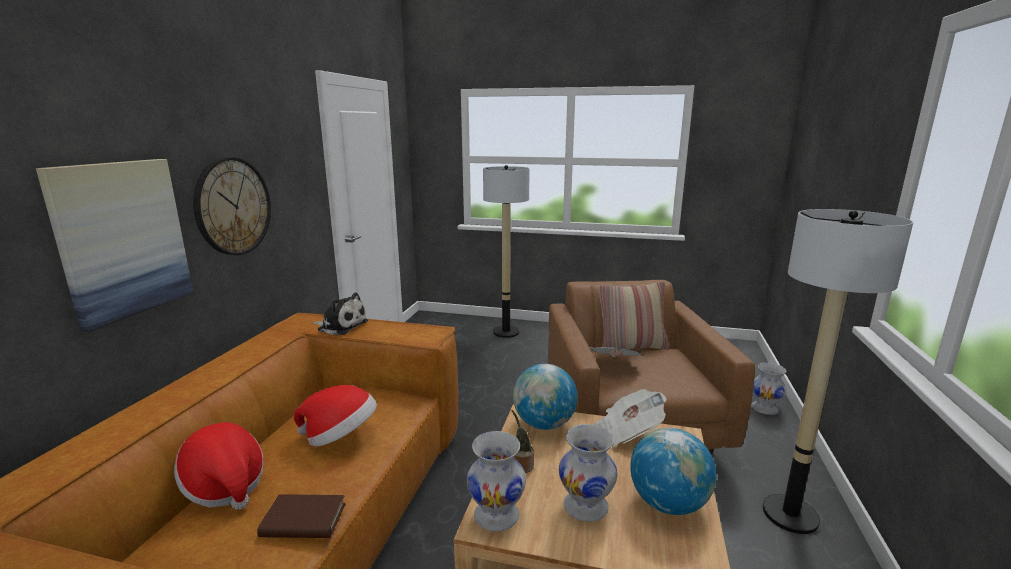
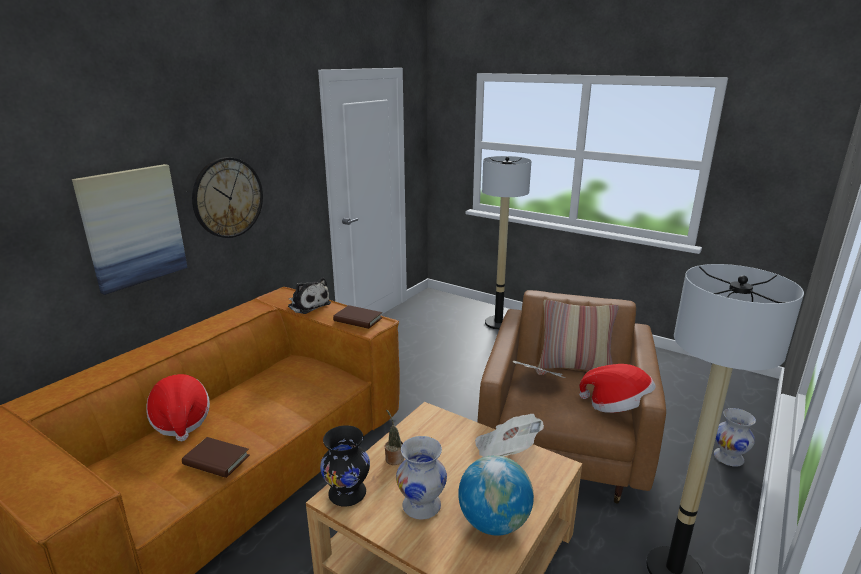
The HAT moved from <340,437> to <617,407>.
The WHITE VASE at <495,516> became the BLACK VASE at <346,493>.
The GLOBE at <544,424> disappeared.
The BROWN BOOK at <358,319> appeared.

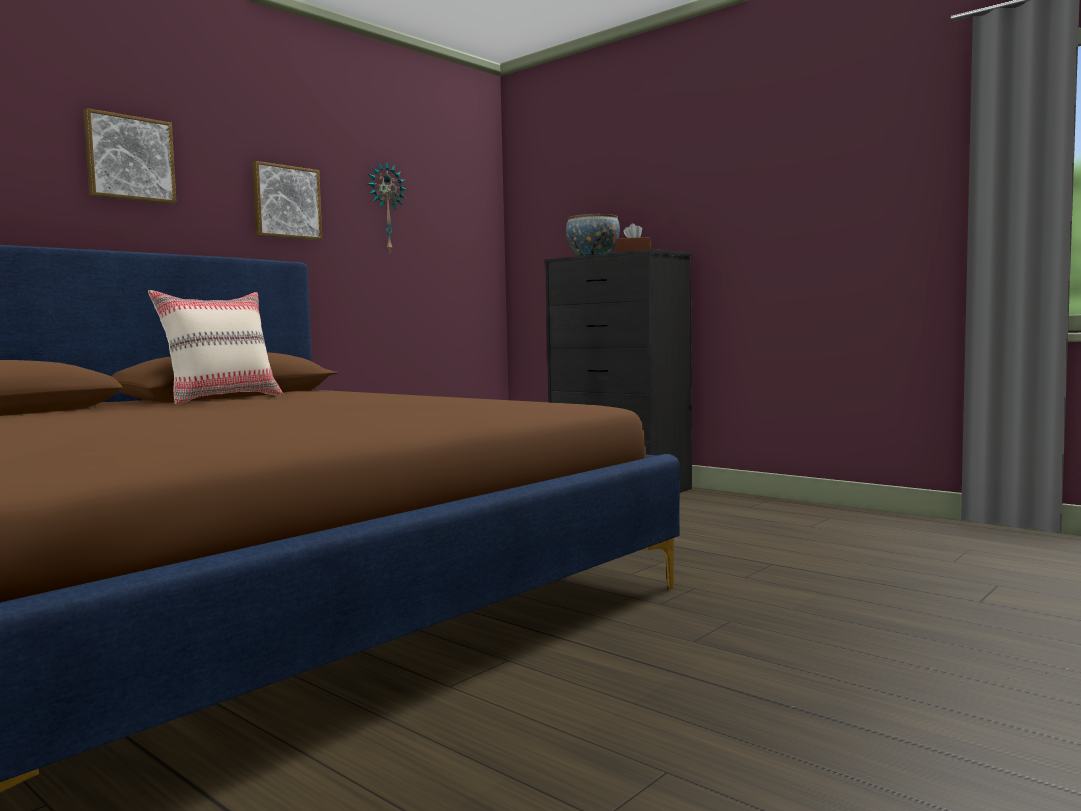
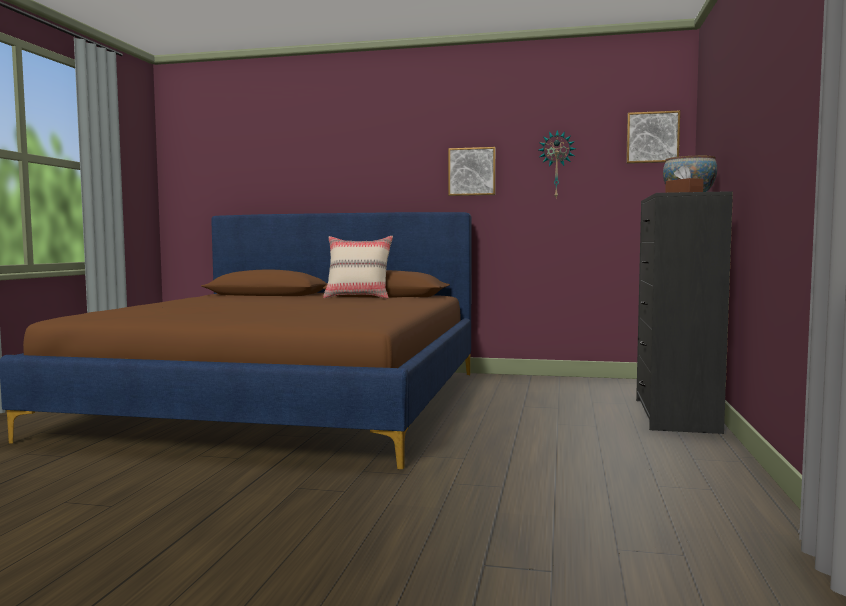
The PICTURE moved from <129,159> to <652,137>.

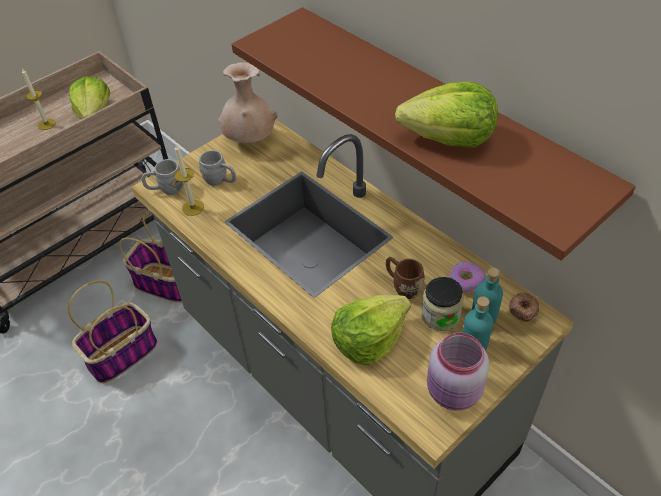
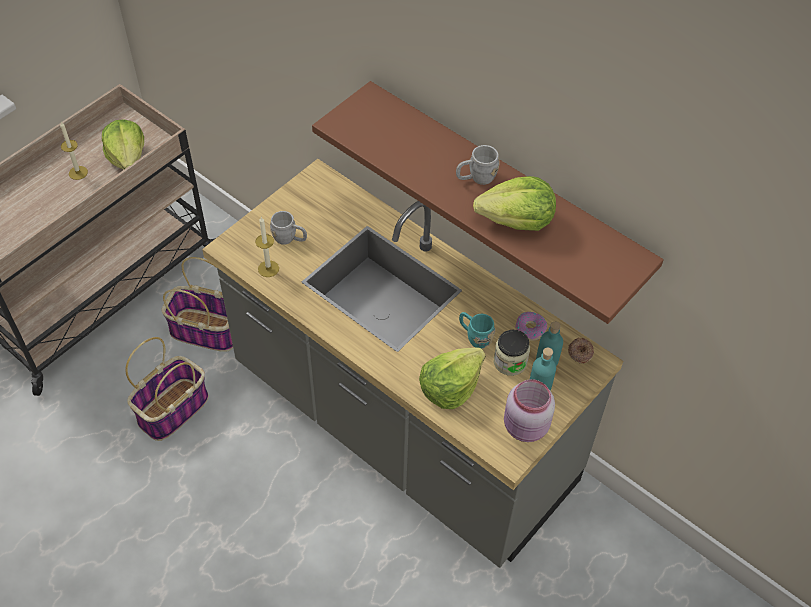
The GREY MUG moved from <166,189> to <476,178>.
The BEIGE VASE at <250,140> disappeared.
The BROWN MUG at <402,286> became the TURQUOISE MUG at <474,336>.

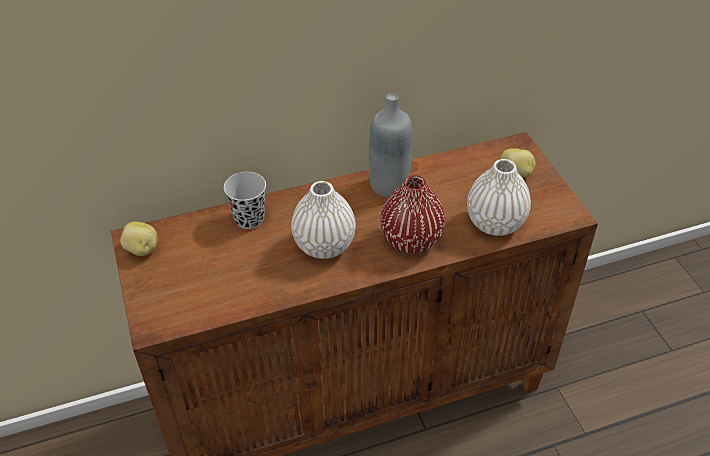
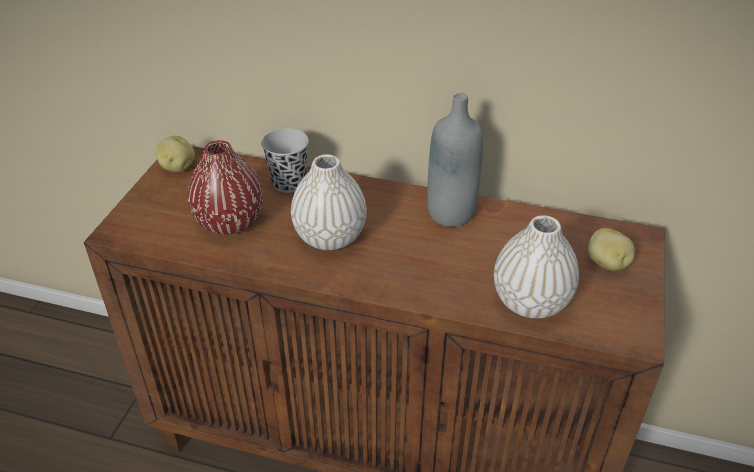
The RED VASE moved from <411,240> to <230,222>.

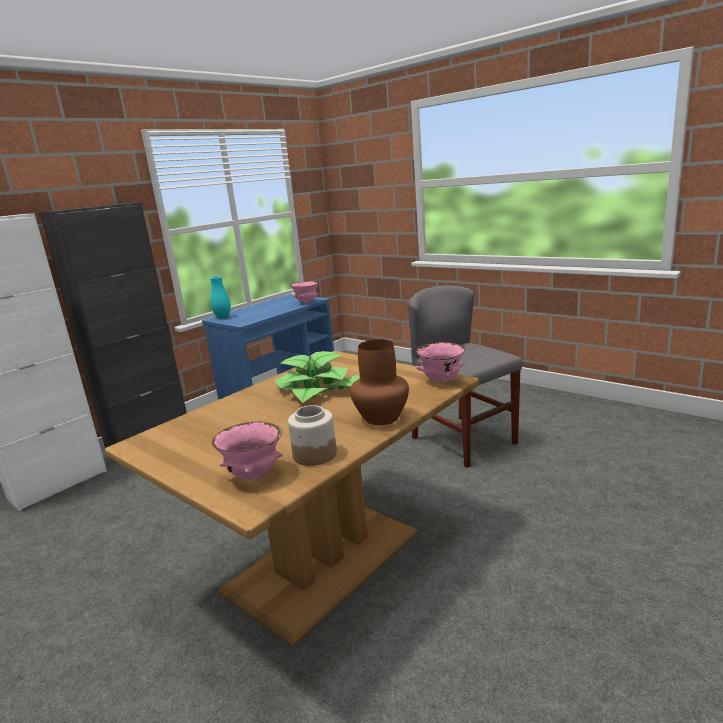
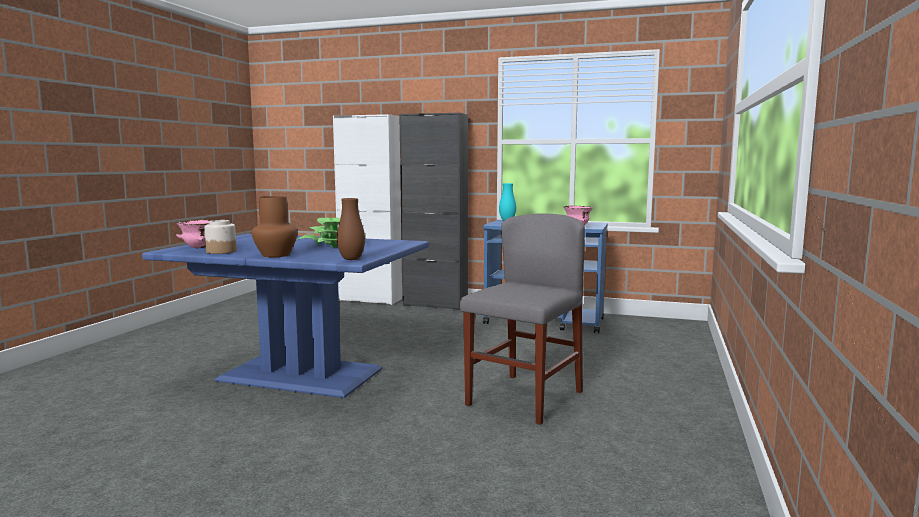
The BROWN DINING TABLE at <325,561> became the BLUE DINING TABLE at <300,375>.
The PINK BOWL at <441,381> was replaced by the BROWN VASE at <351,259>.

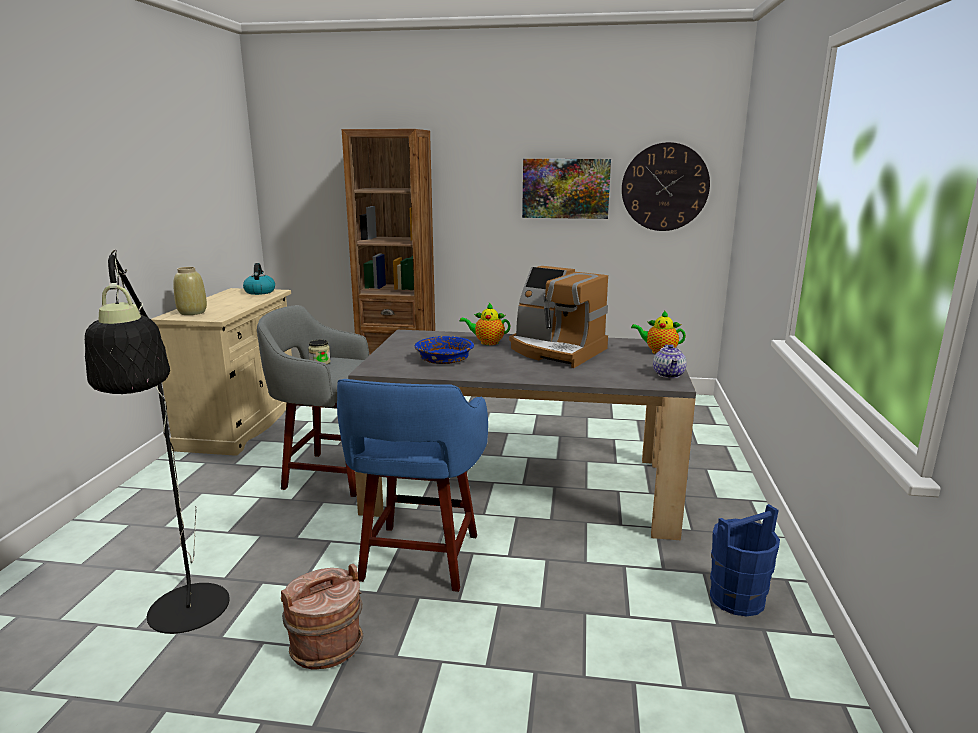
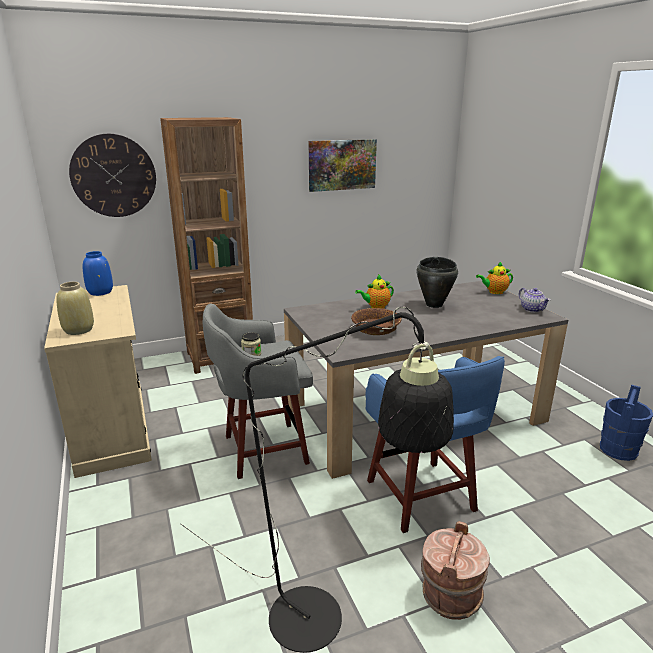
The KETTLE at <259,292> was replaced by the BLUE VASE at <100,292>.
The BLUE BOWL at <444,359> became the BROWN BOWL at <375,330>.
The COFFEE MACHINE at <556,351> was replaced by the BLACK COOKING POT at <434,304>.
The WALL CLOCK moved from <665,187> to <113,176>.

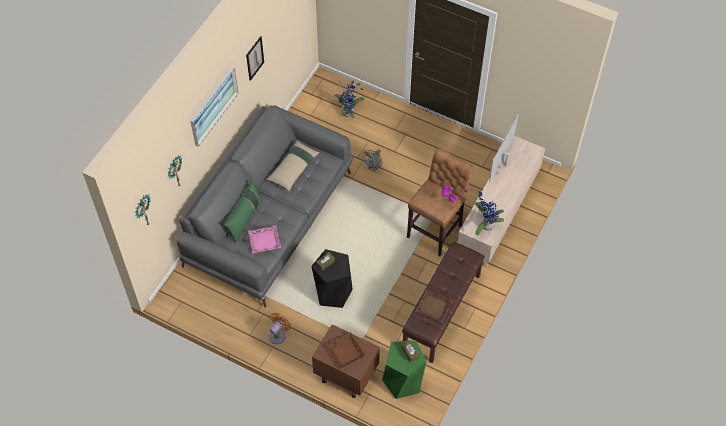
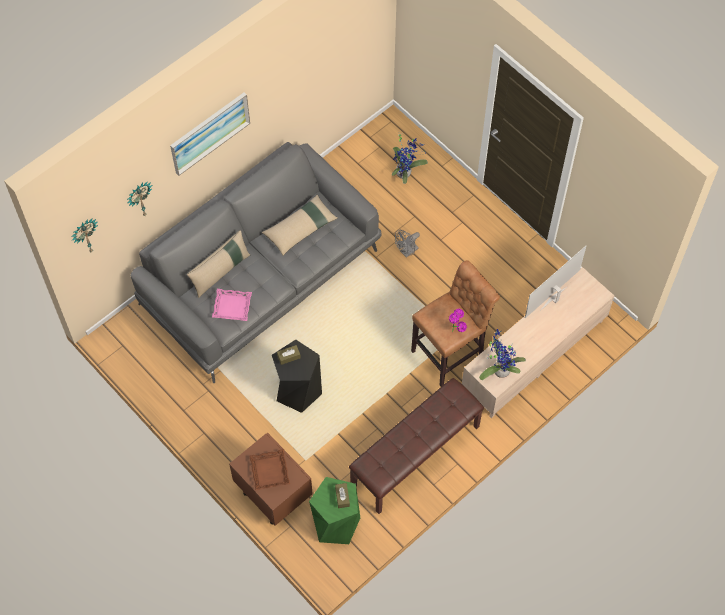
The GREEN PILLOW at <244,218> became the BEIGE PILLOW at <220,272>.
The PICTURE at <254,58> disappeared.
The ORANGE FAN at <278,335> disappeared.
The BROWN TRAY at <434,307> disappeared.

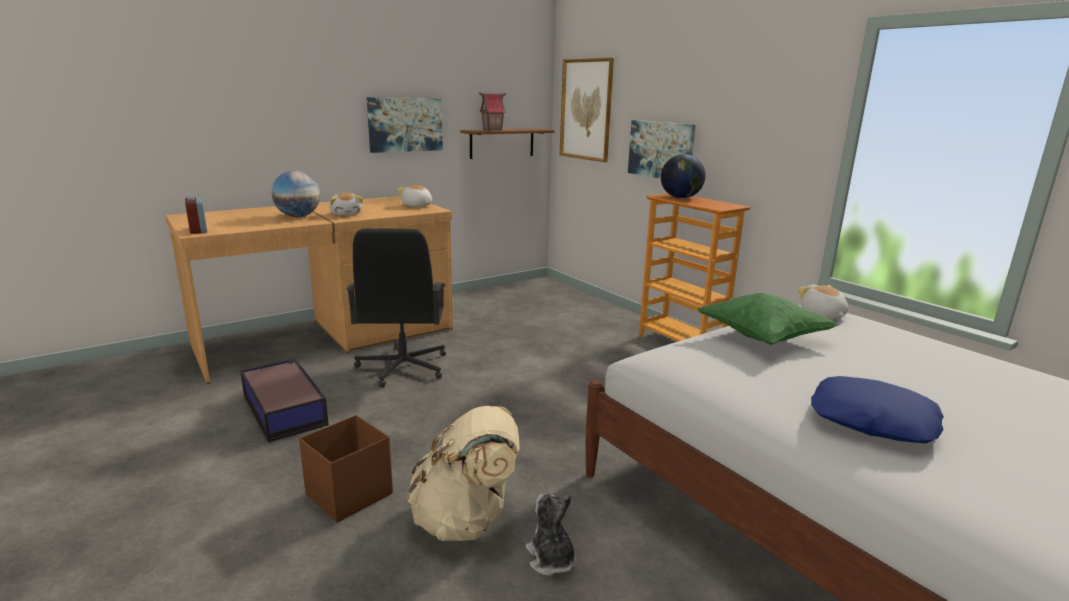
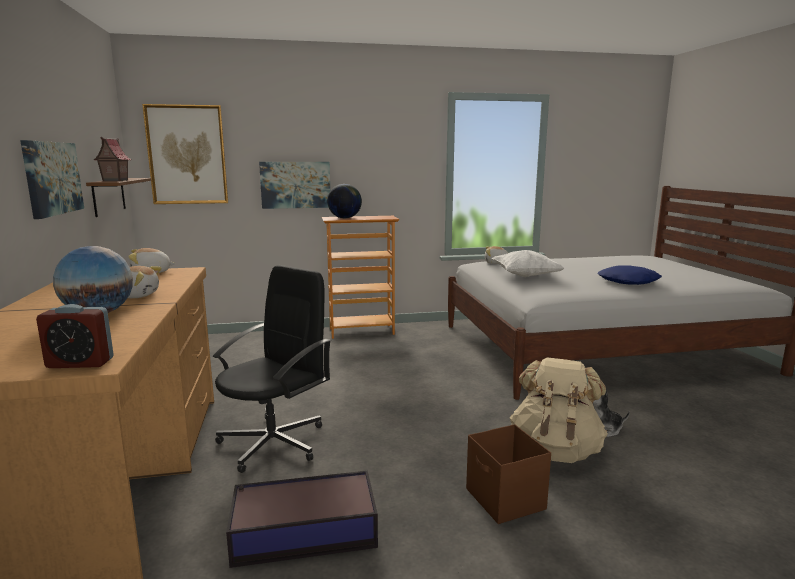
The BLACK OFFICE CHAIR at <402,367> turned 75 degrees counterclockwise.
The GREEN PILLOW at <762,338> became the WHITE PILLOW at <525,276>.

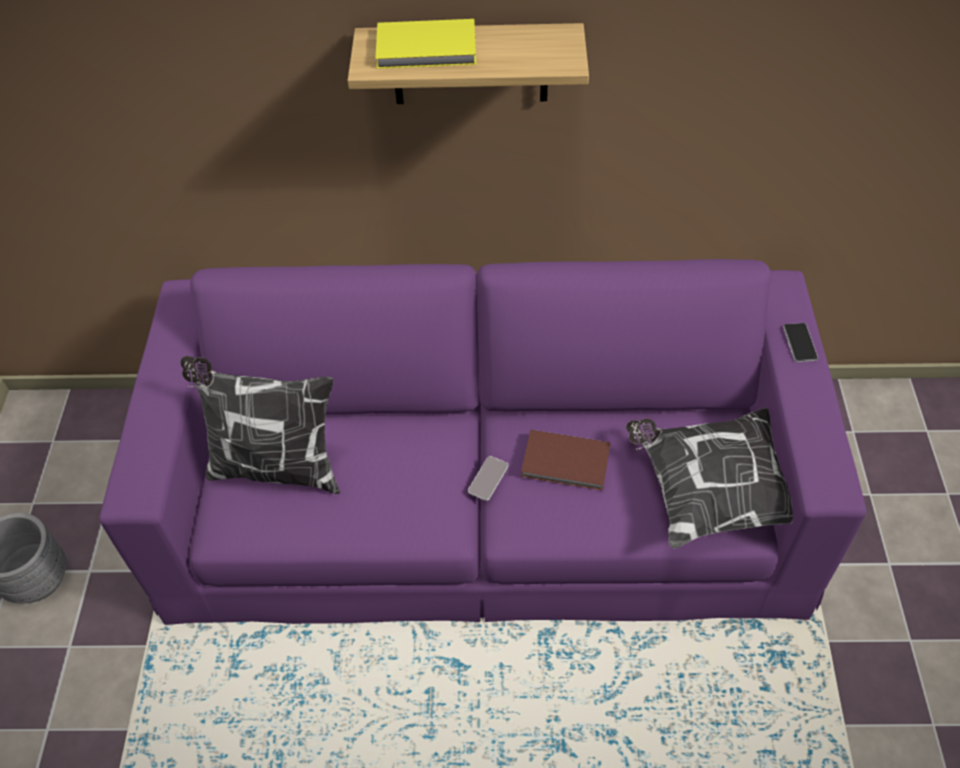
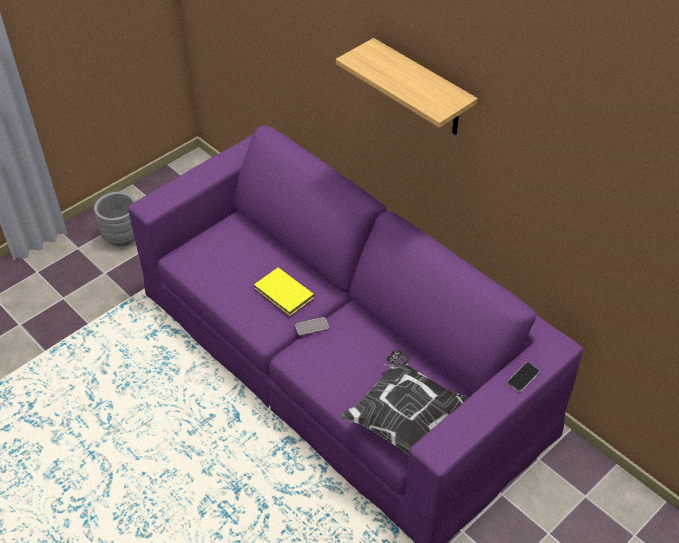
The PILLOW at <275,467> disappeared.
The YELLOW BOOK moved from <428,49> to <283,294>.
The BROWN BOOK at <566,463> disappeared.

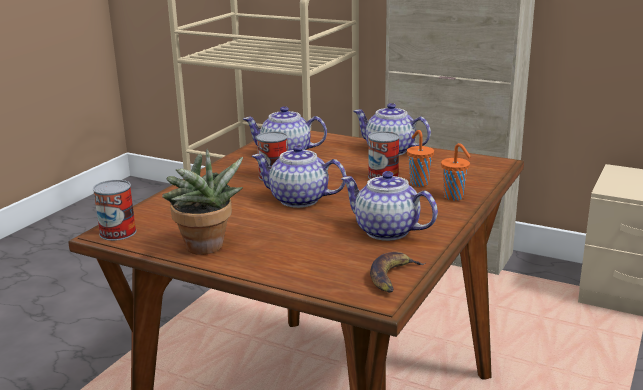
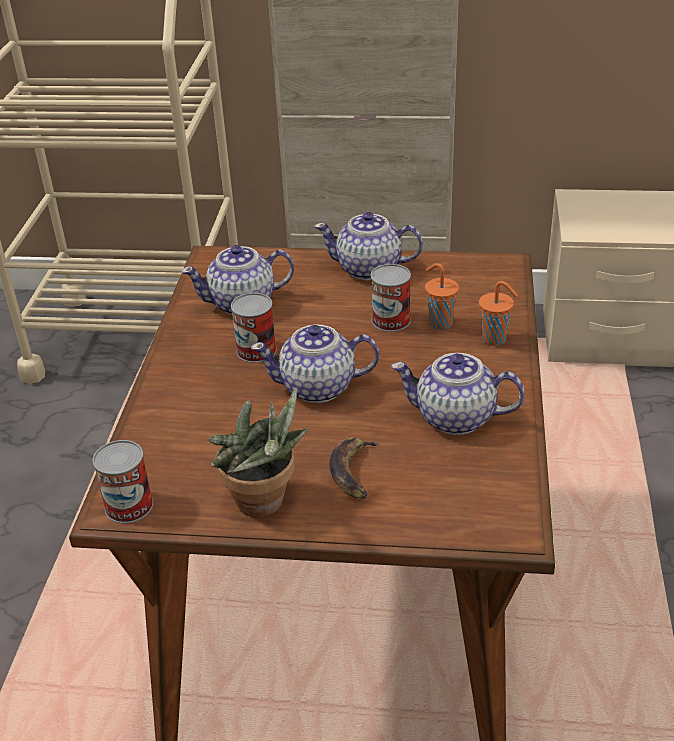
The BANANA moved from <393,277> to <354,471>.

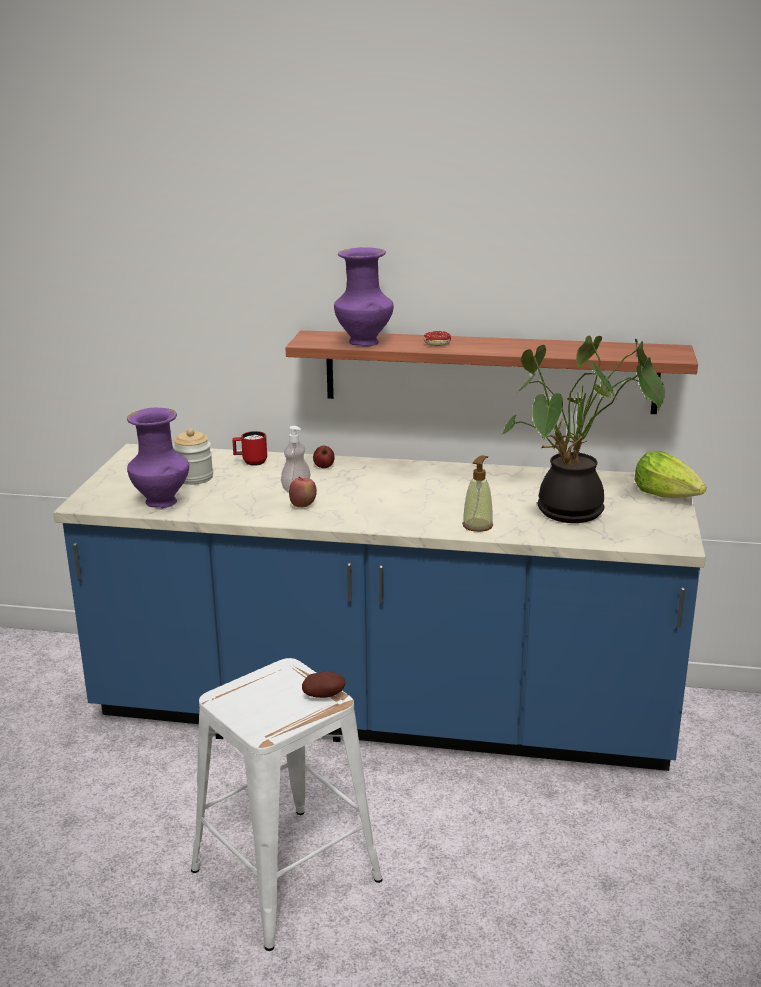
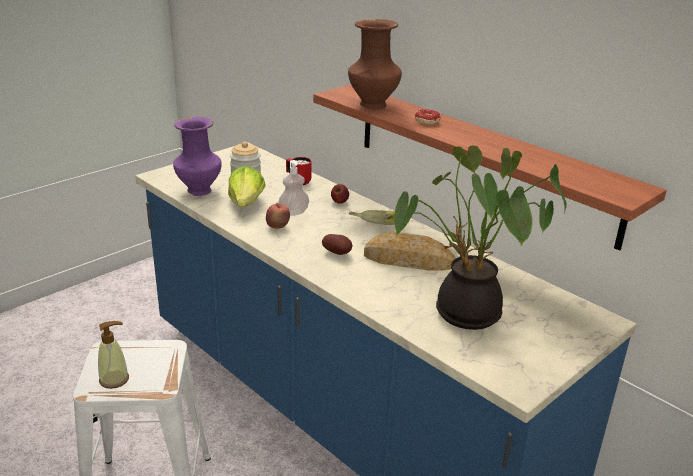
The POTATO moved from <324,696> to <338,253>.
The PURPLE VASE at <364,343> became the BROWN VASE at <373,106>.
The SOAP DISPENSER moved from <477,525> to <114,379>.
The LETTUCE moved from <667,495> to <246,203>.
The BANANA at <371,230> appeared.
The BREAD at <408,260> appeared.

